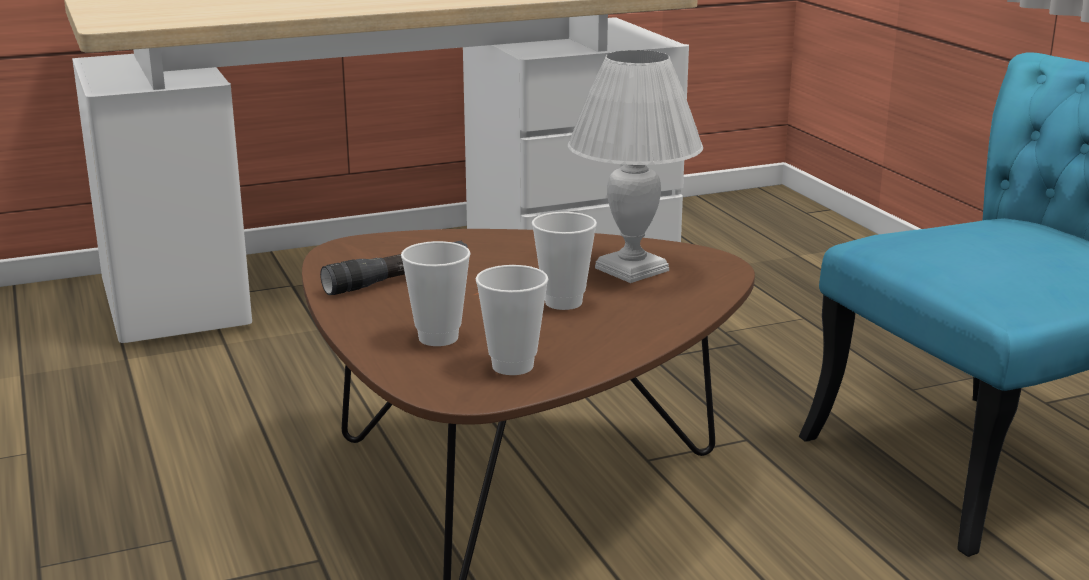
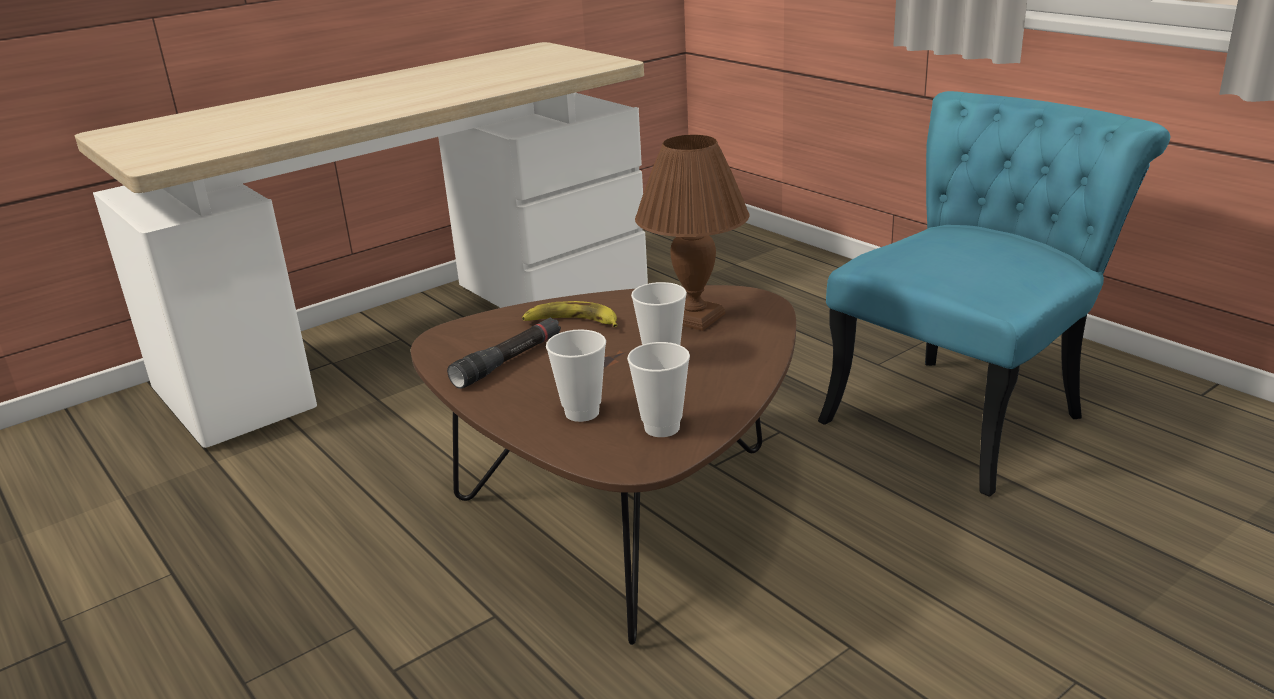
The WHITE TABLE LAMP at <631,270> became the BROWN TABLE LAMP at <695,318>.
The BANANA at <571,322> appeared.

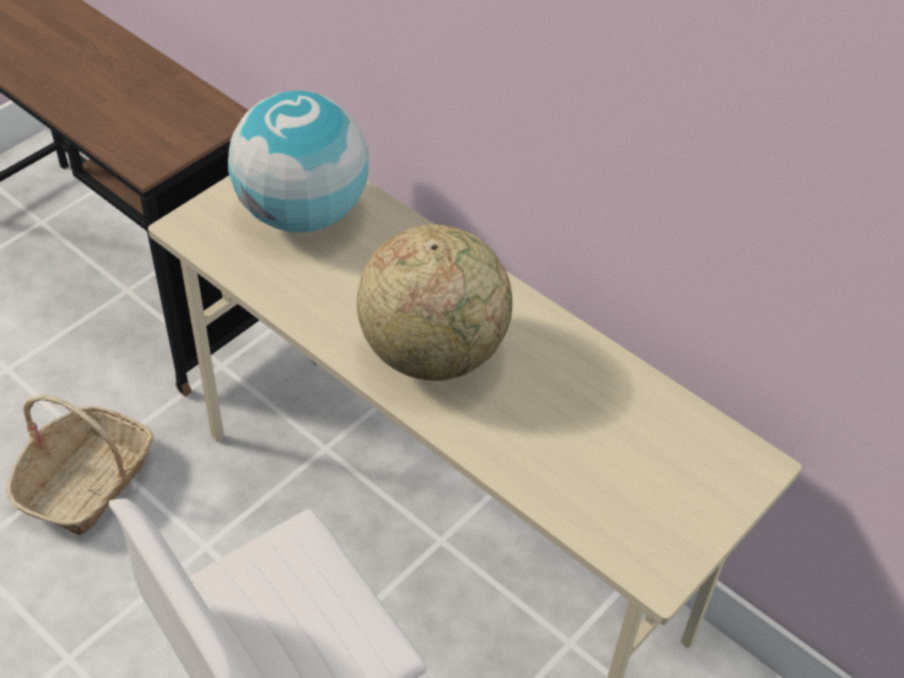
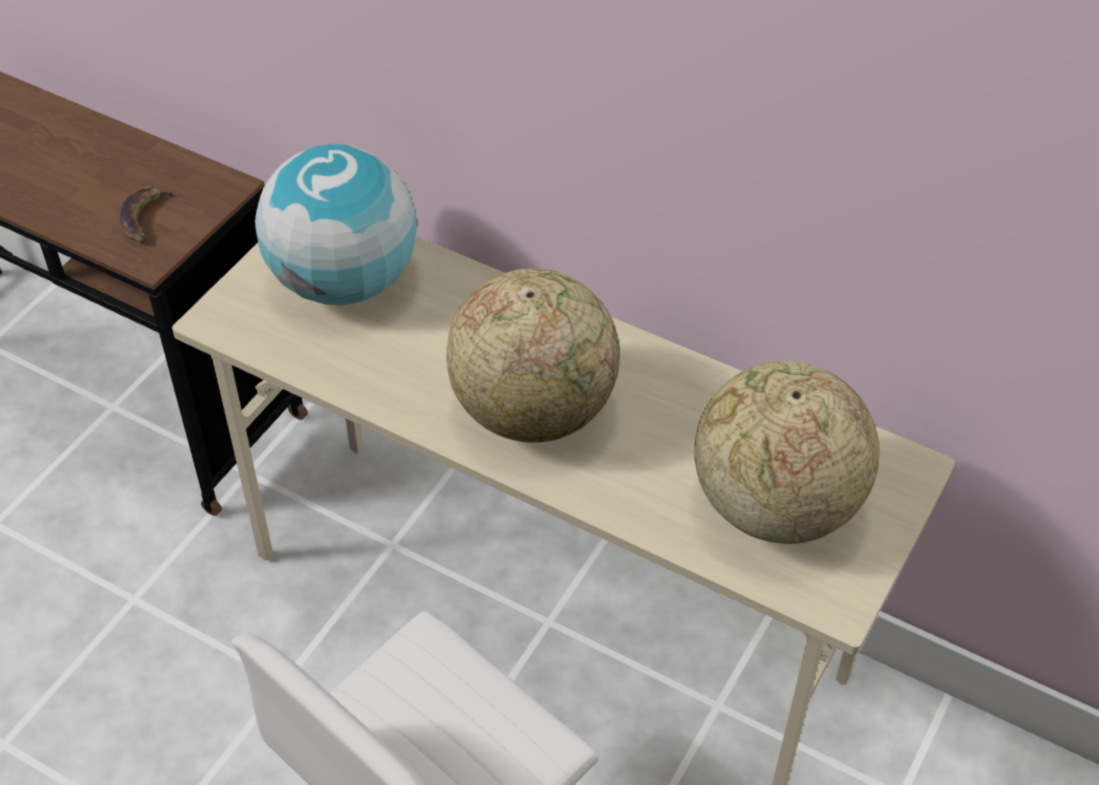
The BASKET at <87,482> disappeared.
The BANANA at <146,218> appeared.
The GLOBE at <774,506> appeared.

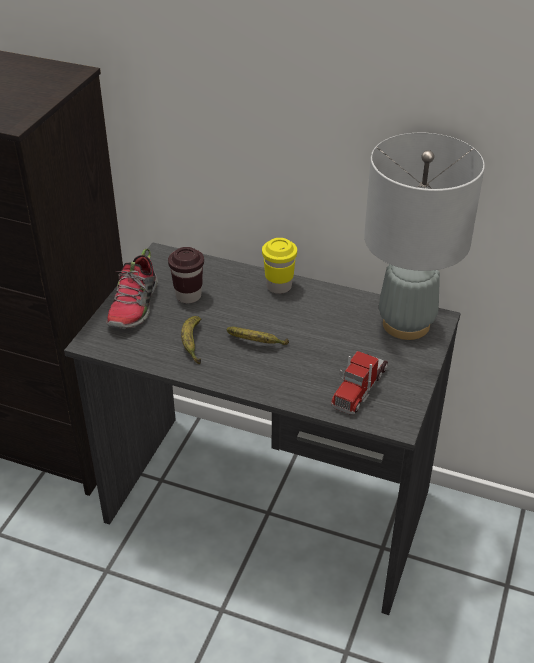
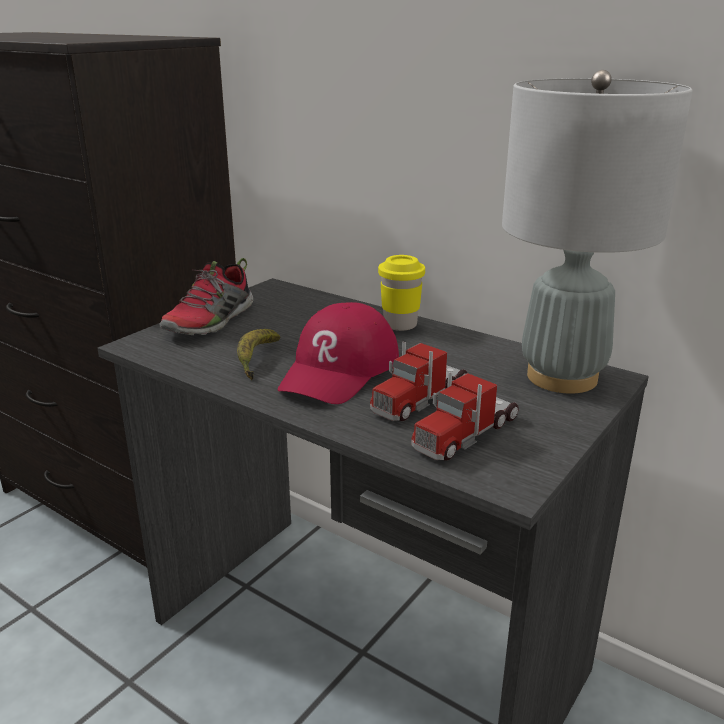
The BROWN CUP at <188,296> disappeared.
The BANANA at <256,343> was replaced by the RED CAP at <340,370>.
The TOY TRUCK at <420,398> appeared.

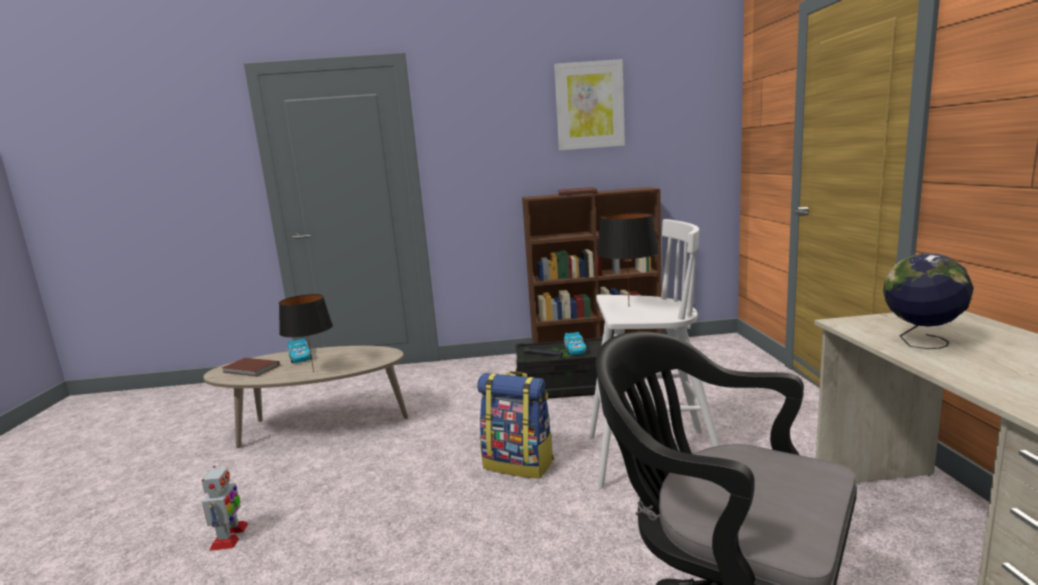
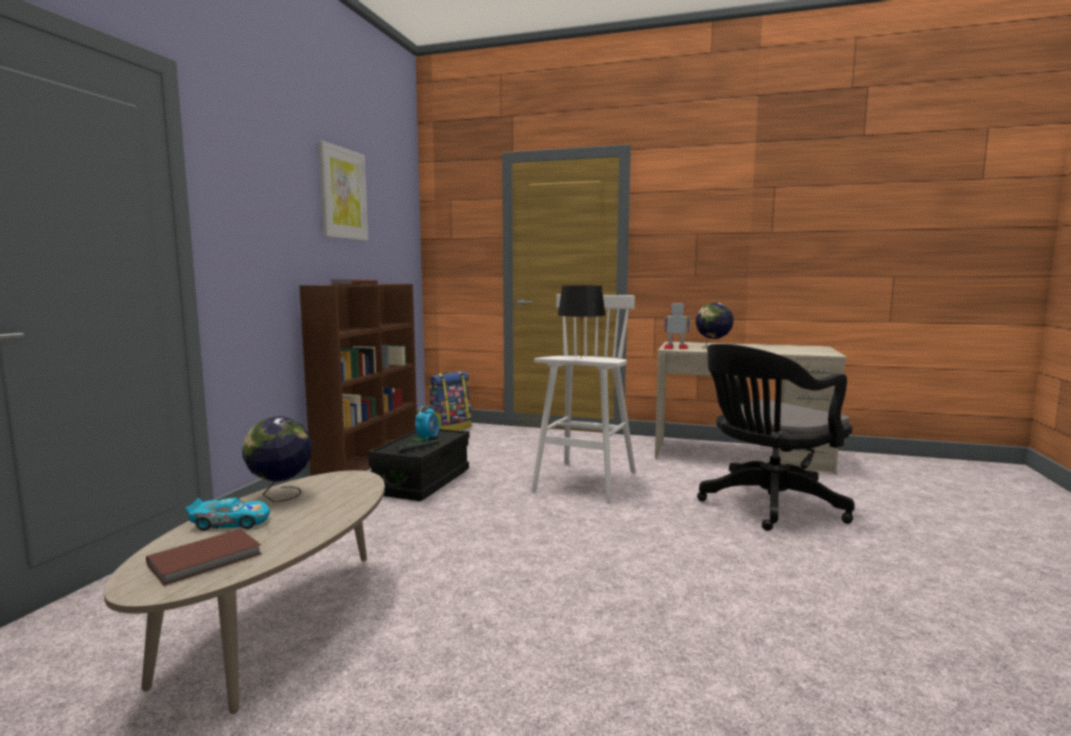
The TOY ROBOT moved from <229,537> to <676,348>.
The BLACK TABLE LAMP at <314,372> disappeared.
The BACKPACK moved from <519,464> to <450,428>.
The TOY CAR at <575,349> was replaced by the ALARM CLOCK at <428,438>.
The GLOBE at <280,496> appeared.

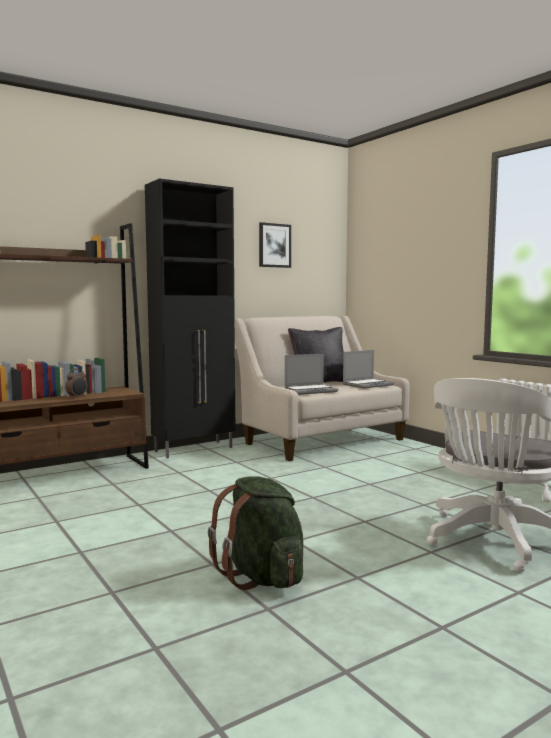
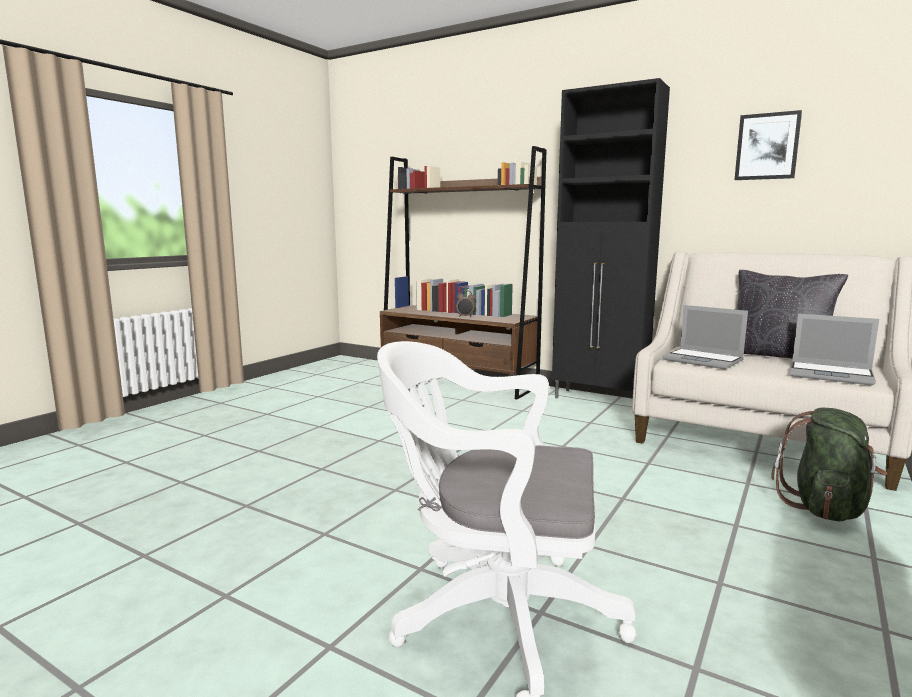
The GREEN BACKPACK moved from <262,577> to <825,509>.

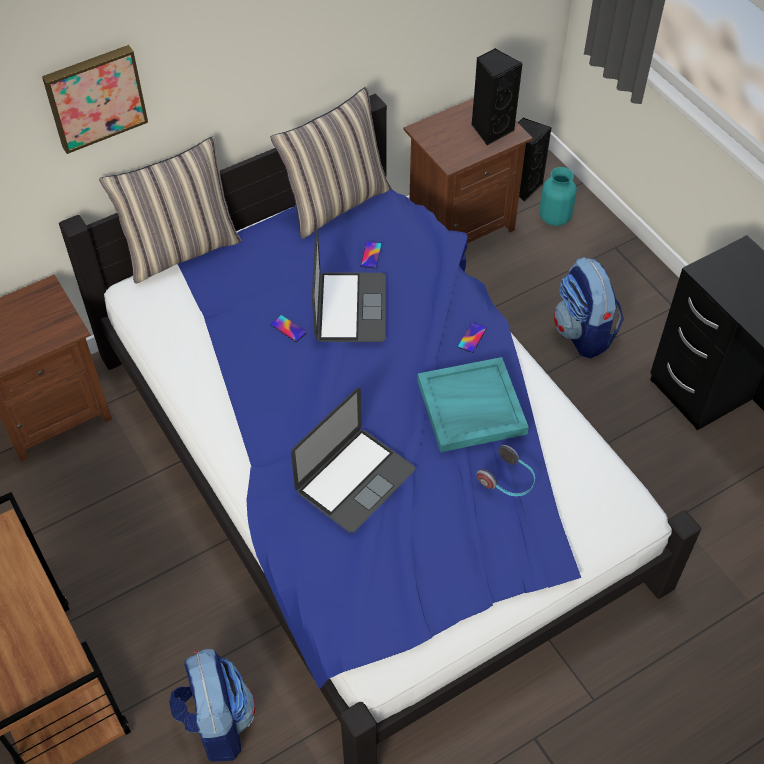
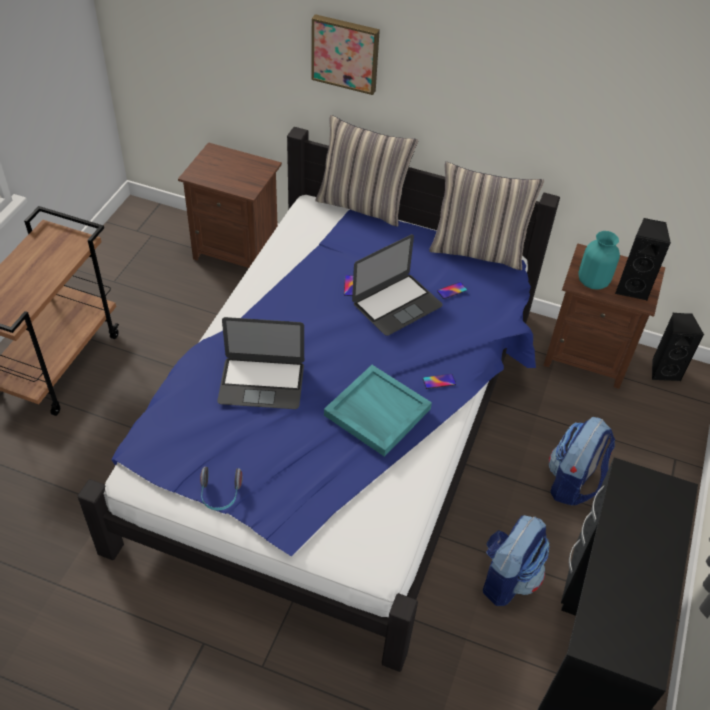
The BACKPACK moved from <216,722> to <507,577>.
The HEADPHONES moved from <508,480> to <220,494>.
The TURQUOISE VASE moved from <554,217> to <593,281>.

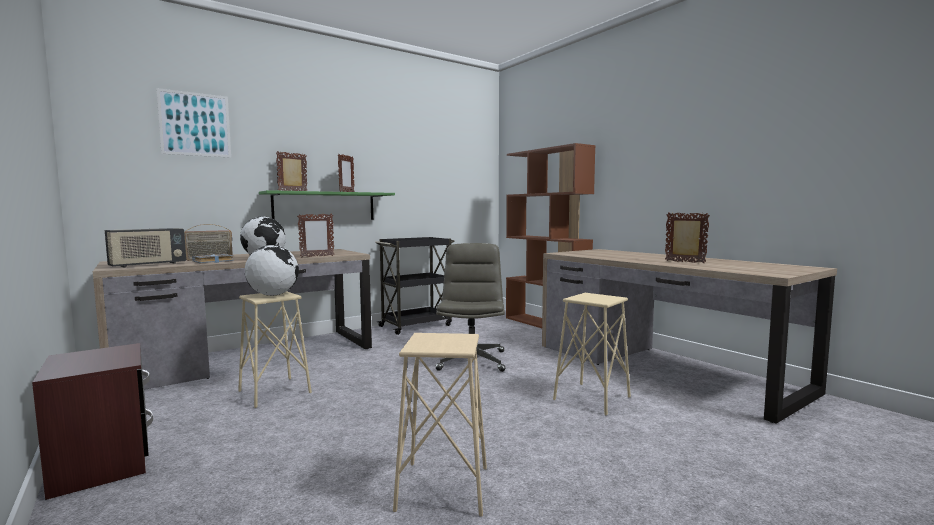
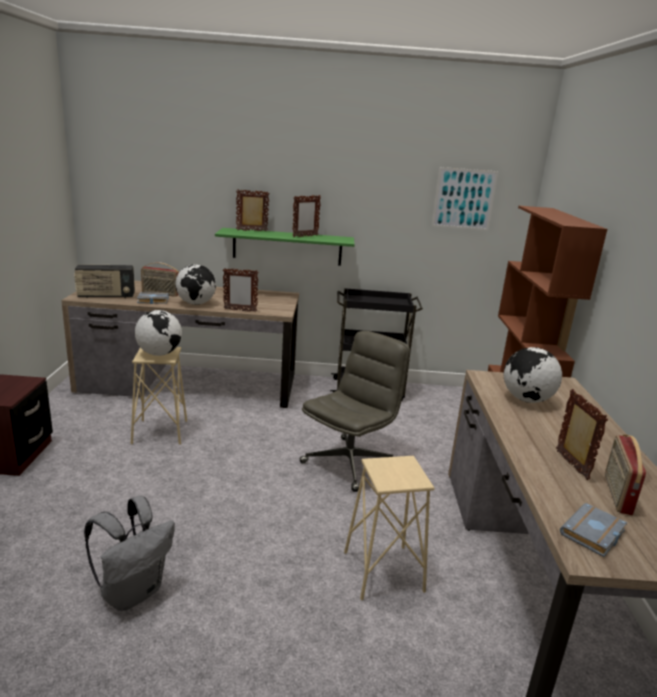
The PICTURE moved from <195,124> to <464,199>.
The BEIGE STOOL at <443,488> was replaced by the GREY BACKPACK at <133,591>.
The GLOBE at <526,400> appeared.
The GREY BOOK at <593,535> appeared.
The RADIO at <616,494> appeared.

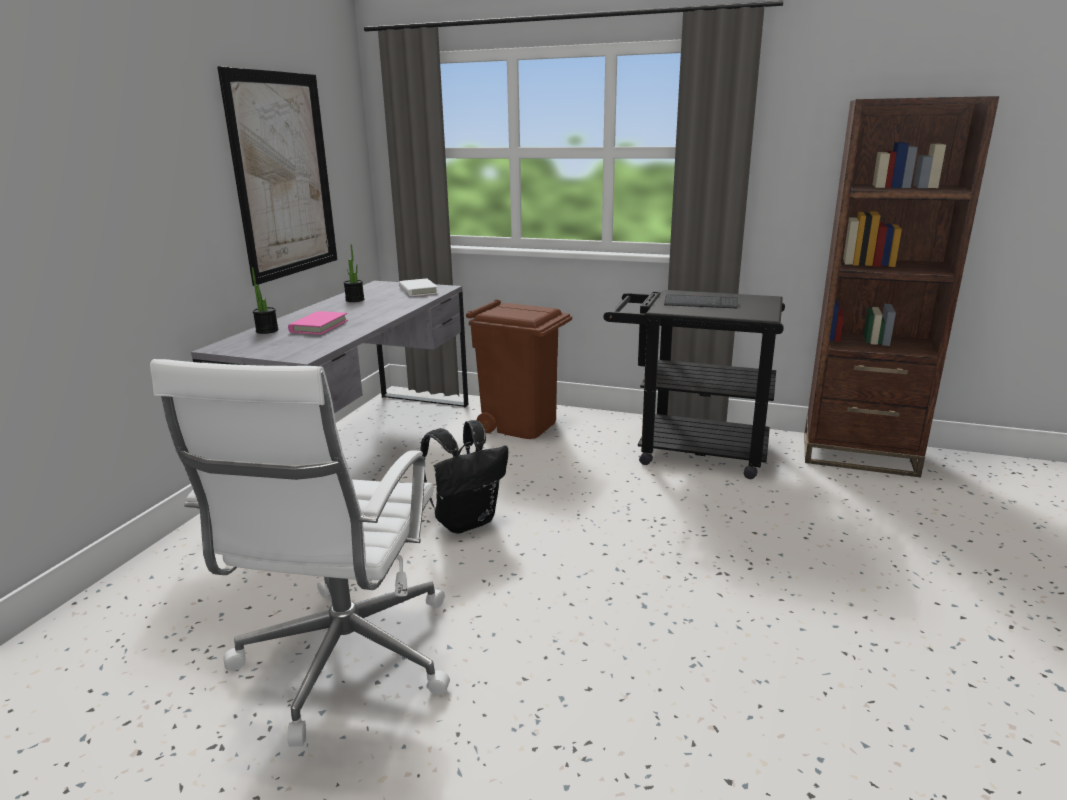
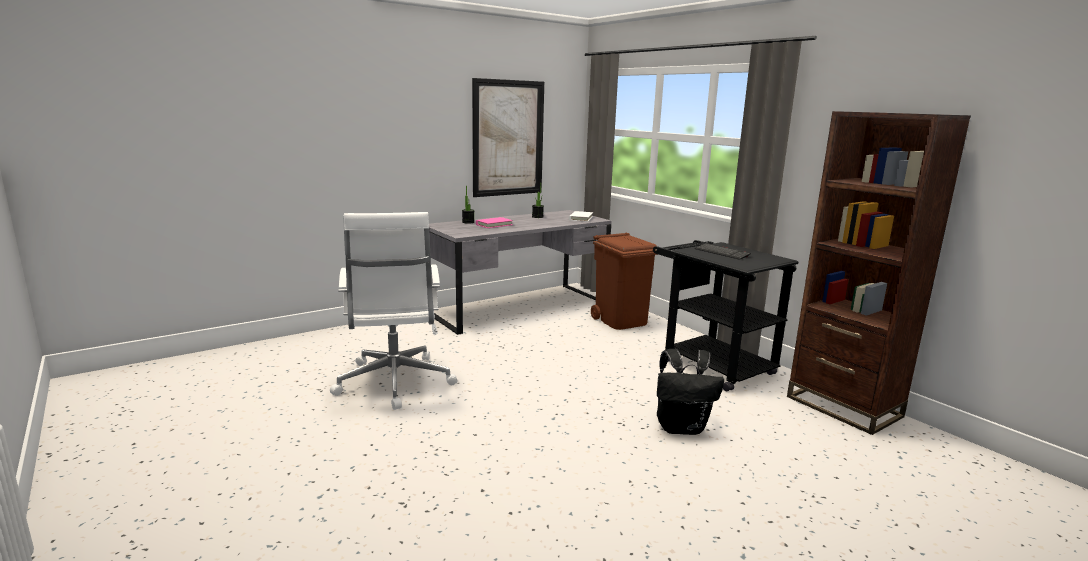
The WHITE OFFICE CHAIR at <343,661> turned 60 degrees counterclockwise.
The BLACK BACKPACK moved from <466,521> to <681,427>.

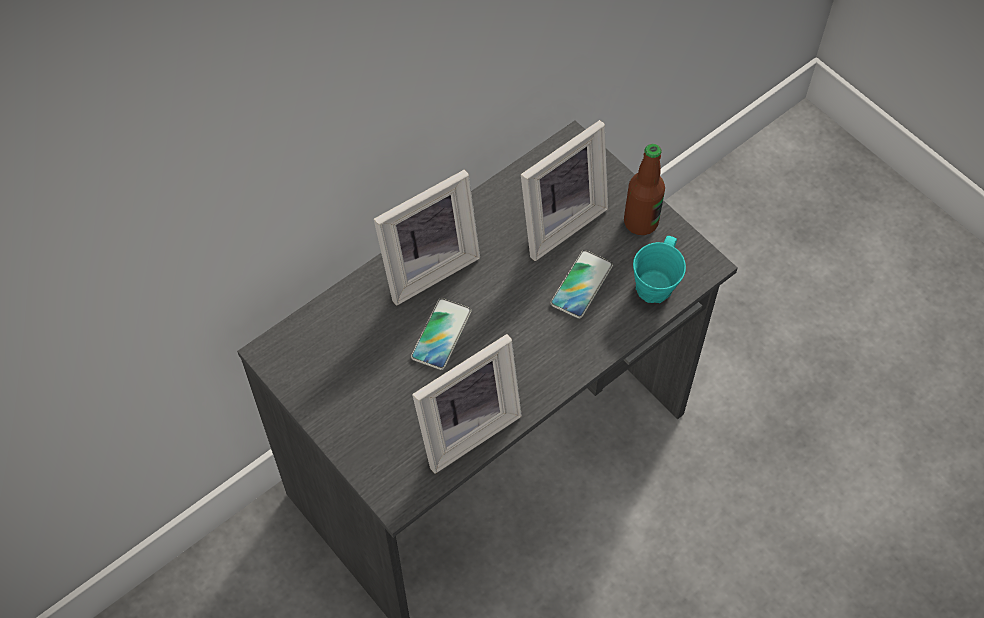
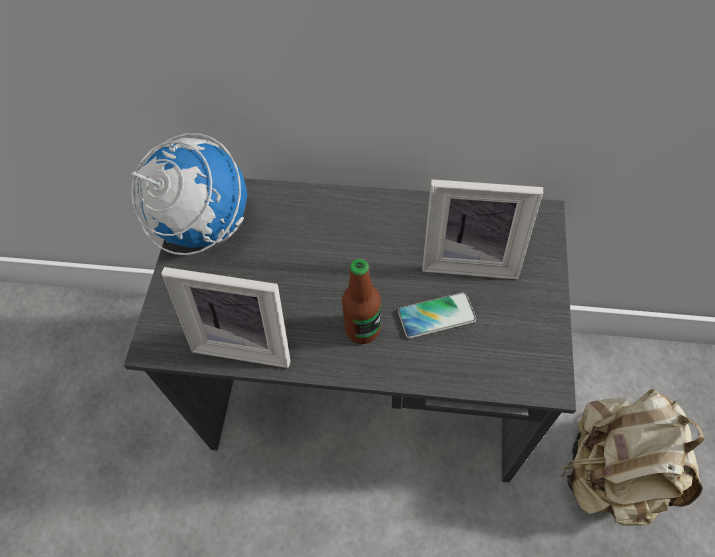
The PICTURE FRAME at <426,266> disappeared.
The PHONE at <441,334> disappeared.
The BOTTLE moved from <640,222> to <363,329>.
The TURQUOISE MUG at <655,286> disappeared.
The GLOBE at <203,226> appeared.
The BEIGE BACKPACK at <612,472> appeared.

